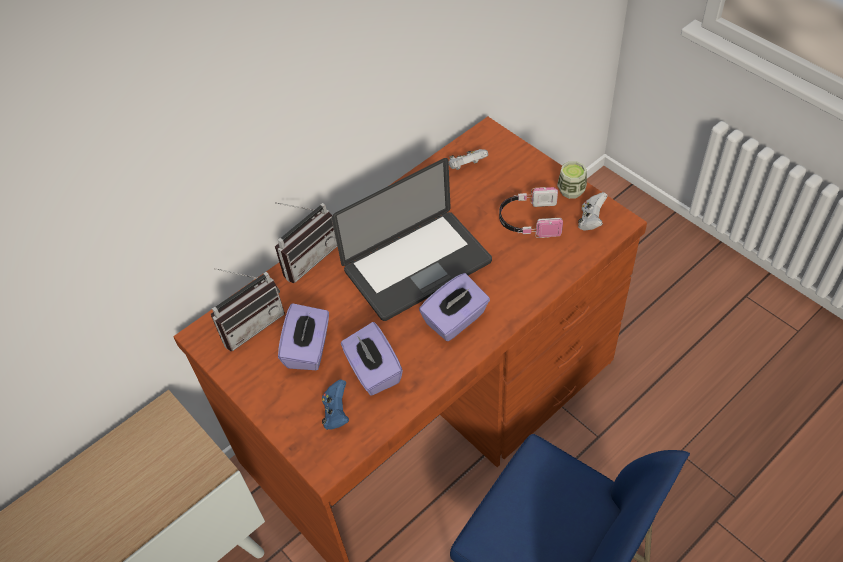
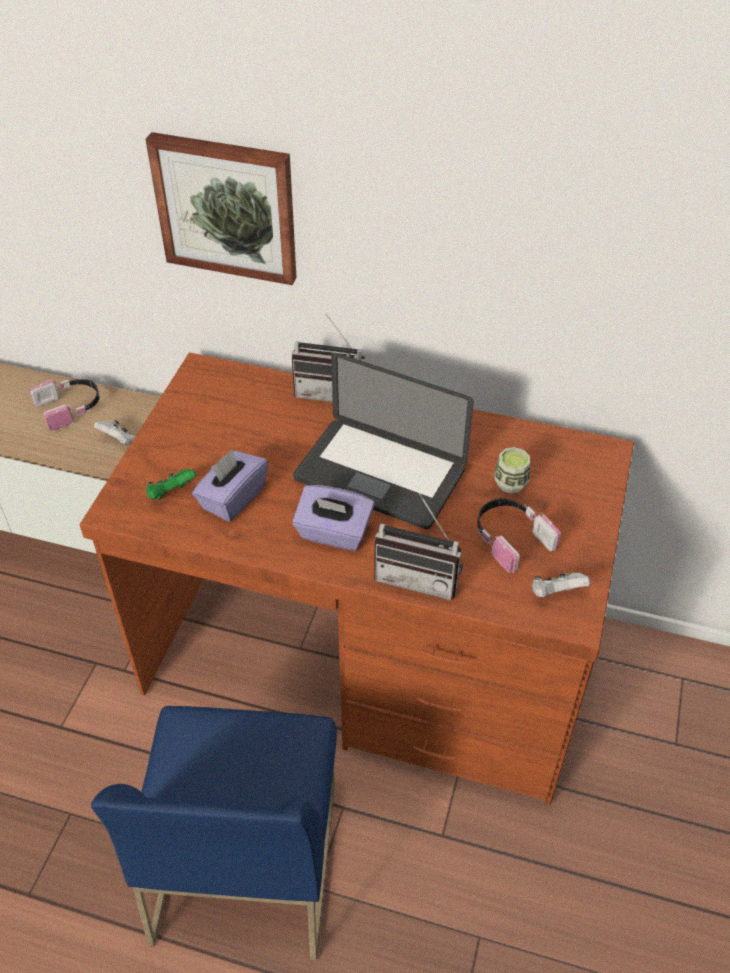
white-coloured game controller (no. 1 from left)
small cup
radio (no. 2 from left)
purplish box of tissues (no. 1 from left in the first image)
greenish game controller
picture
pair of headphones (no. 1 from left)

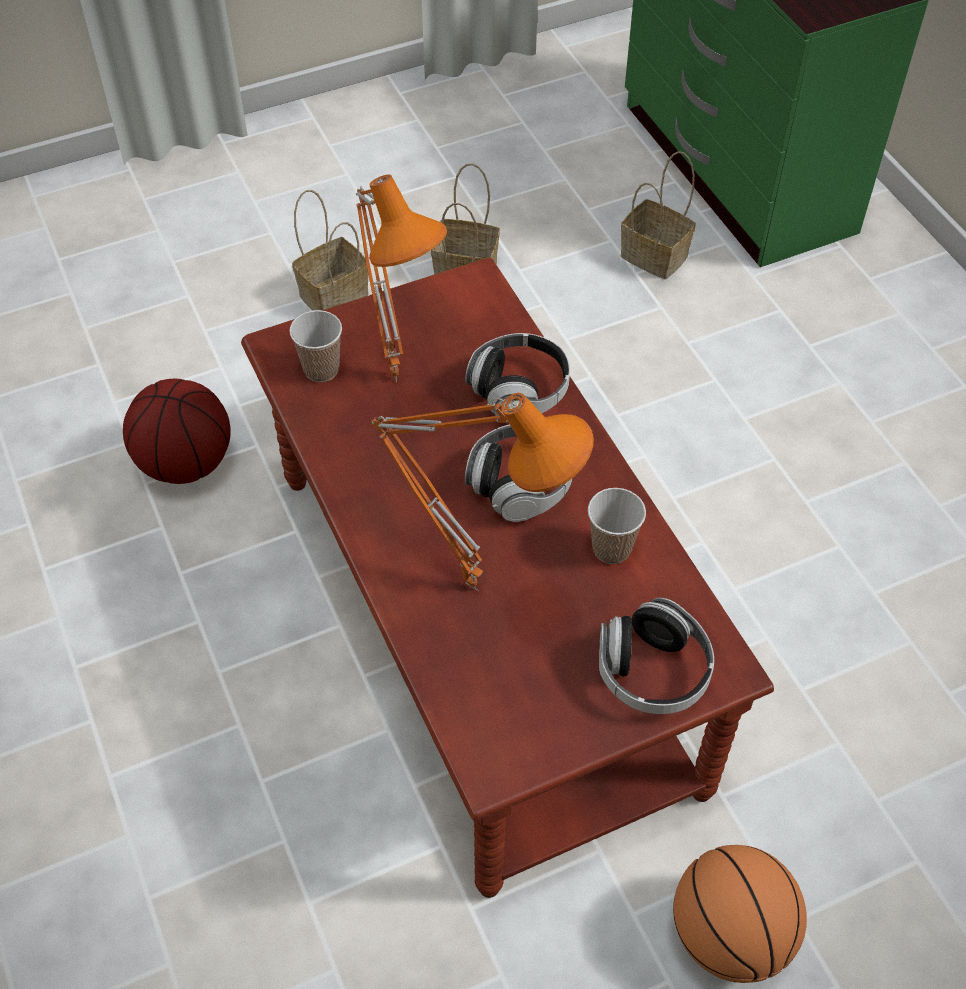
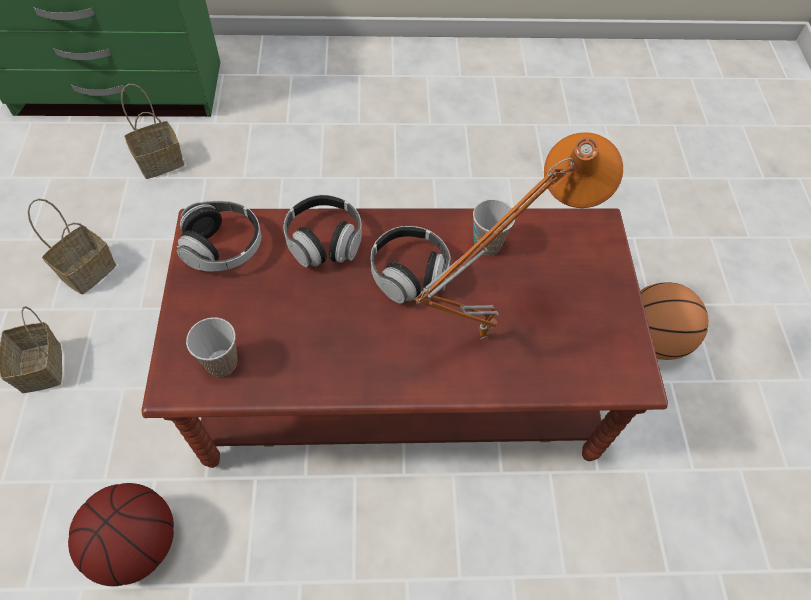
orange tabletop lamp (no. 1 from left in the first image)
pair of headphones (no. 1 from left)

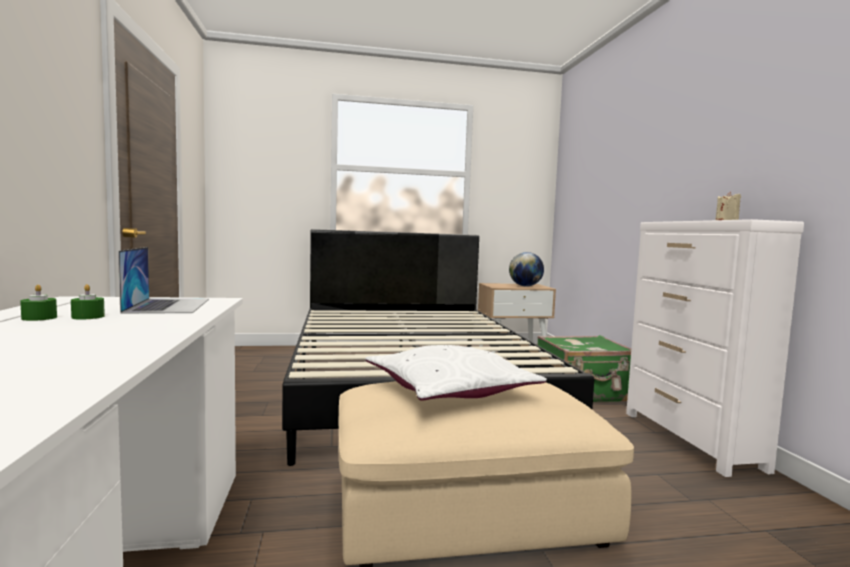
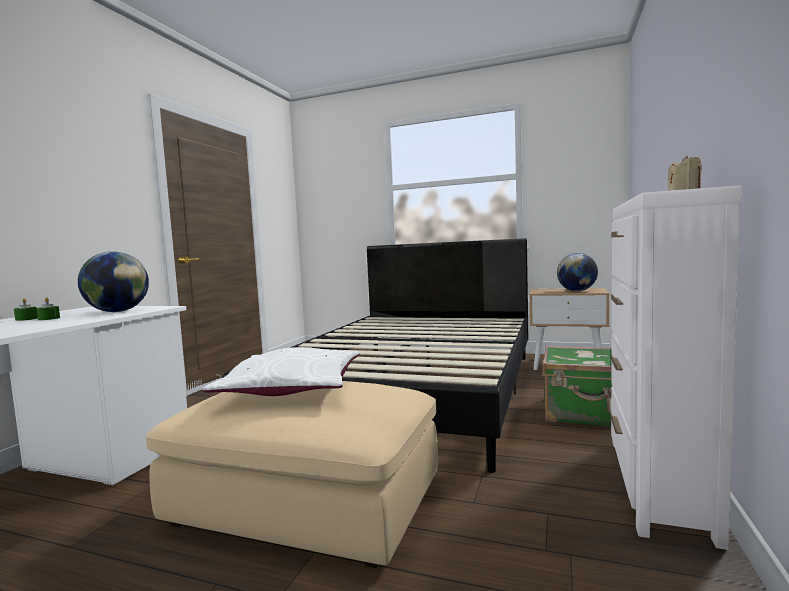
globe (no. 1 from left)

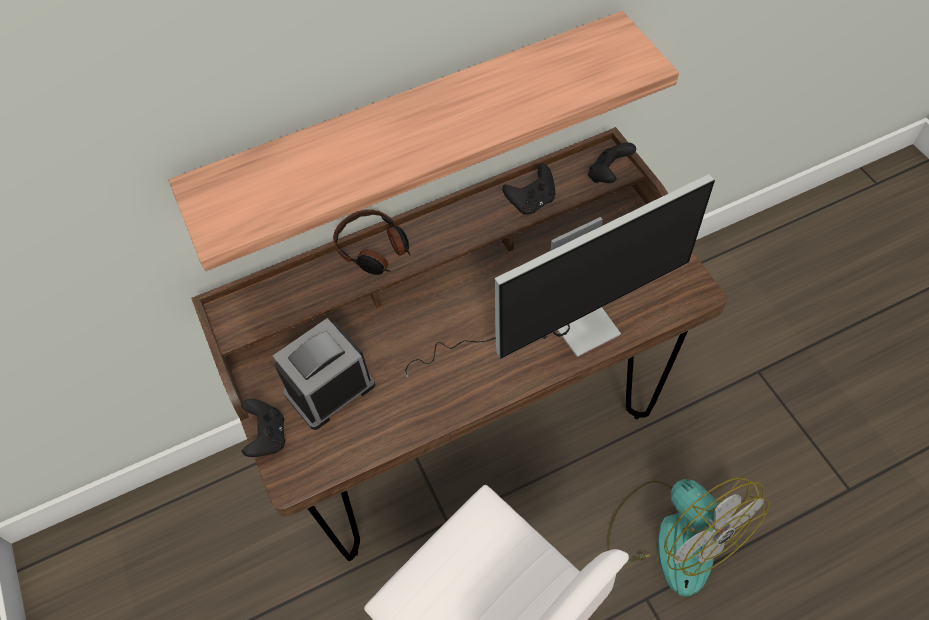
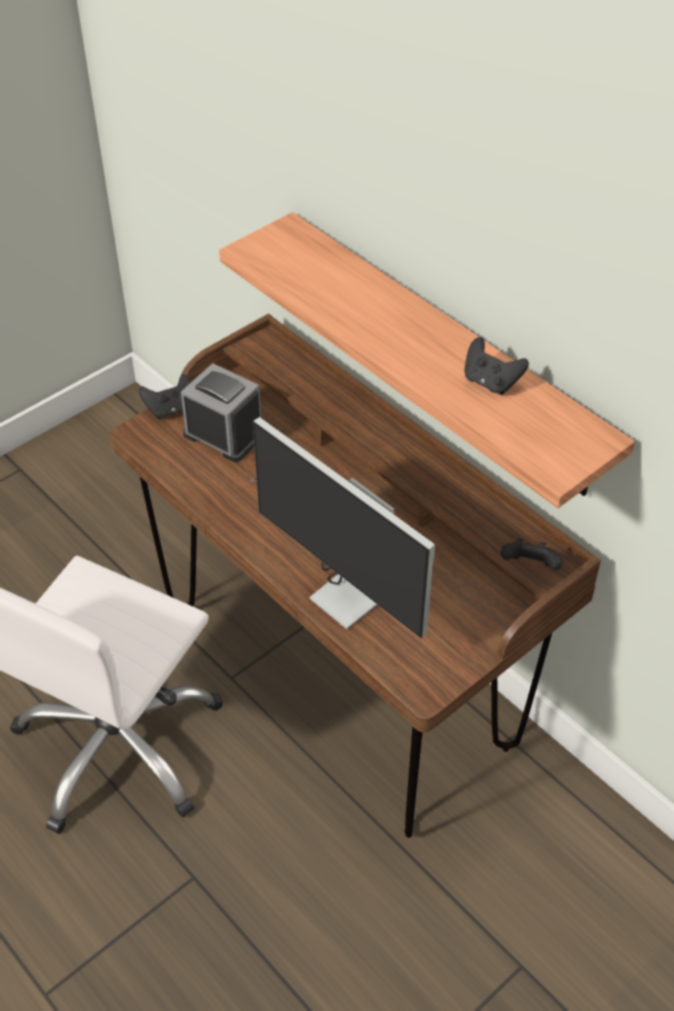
black-coloured game controller (no. 2 from left)
pair of headphones
cooling fan

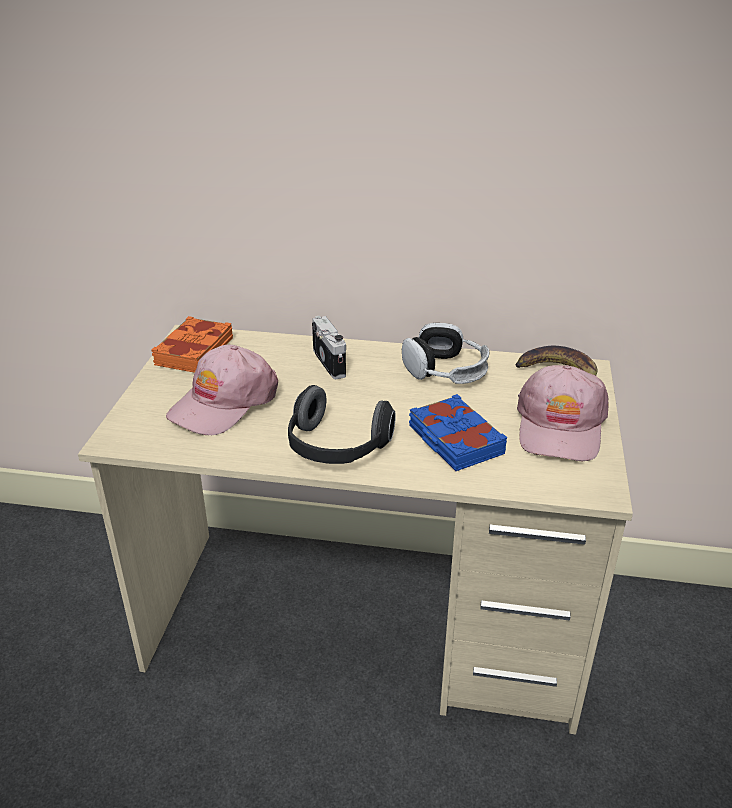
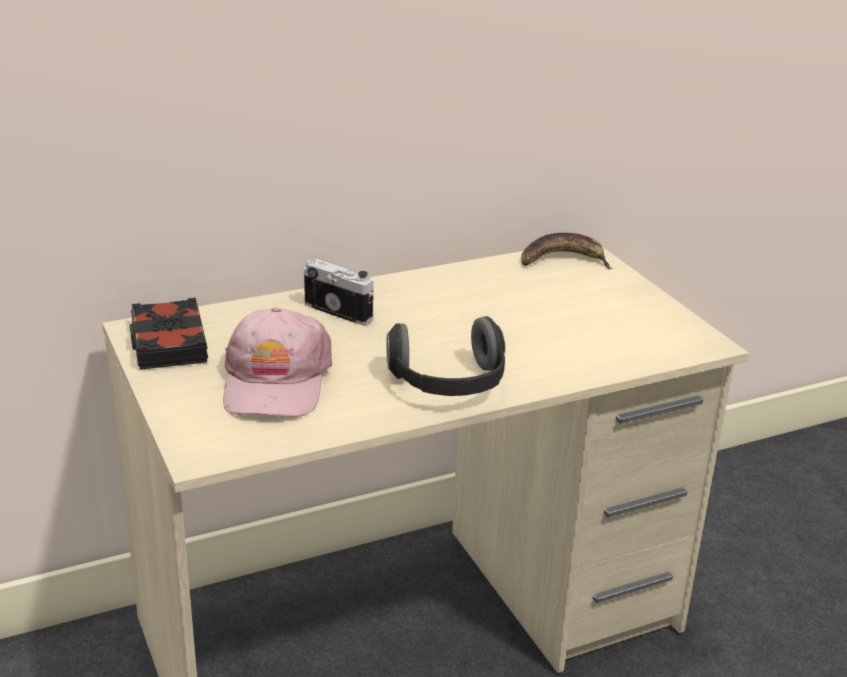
black-coloured book
pair of headphones (no. 2 from left in the first image)
pinkish baseball cap (no. 2 from left in the first image)
bluish book

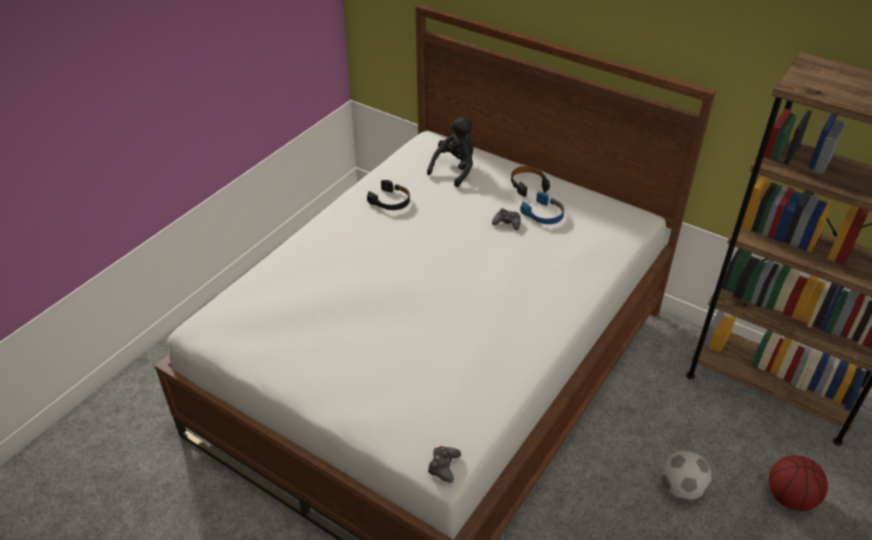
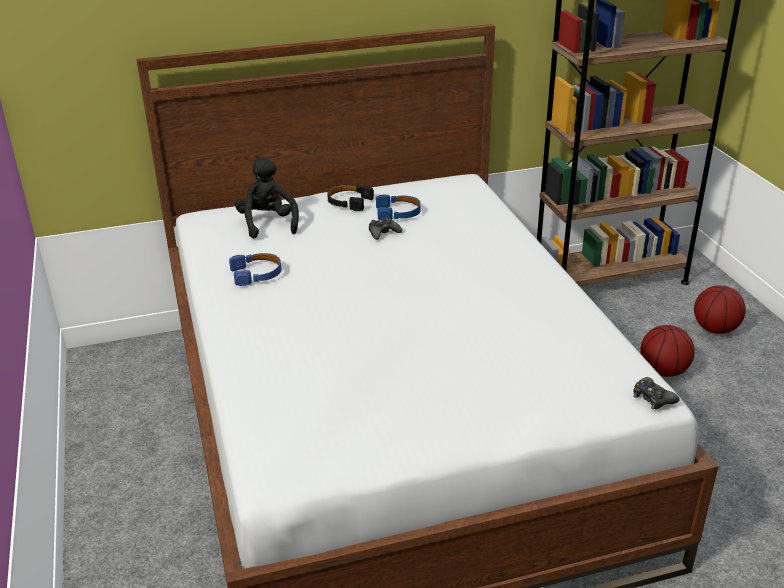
bluish pair of headphones (no. 1 from left)
basketball ball (no. 1 from left)

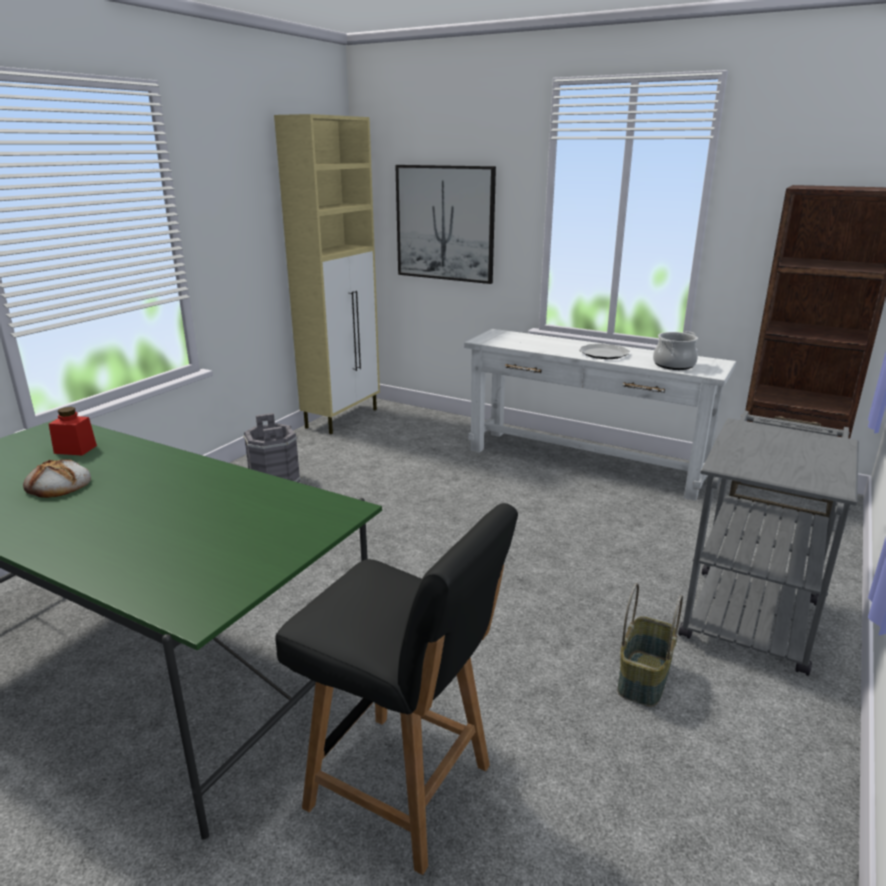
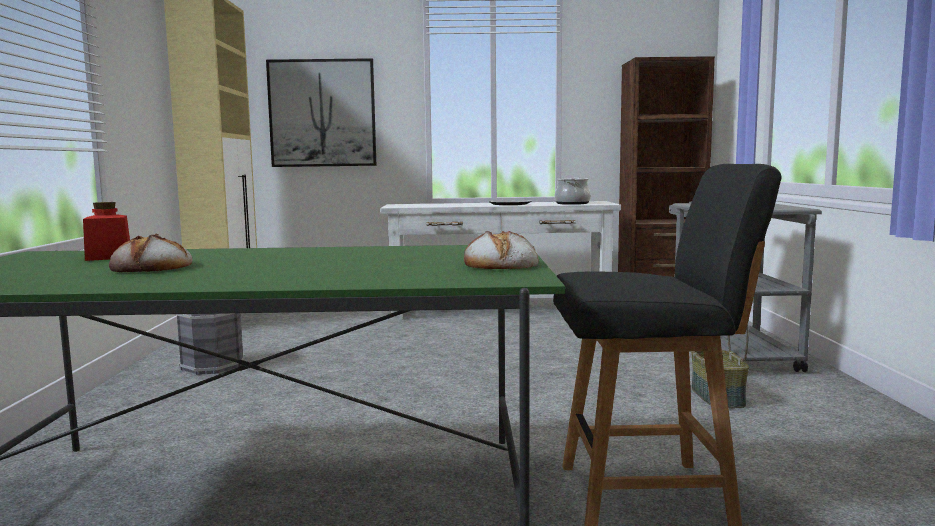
bread (no. 2 from left)

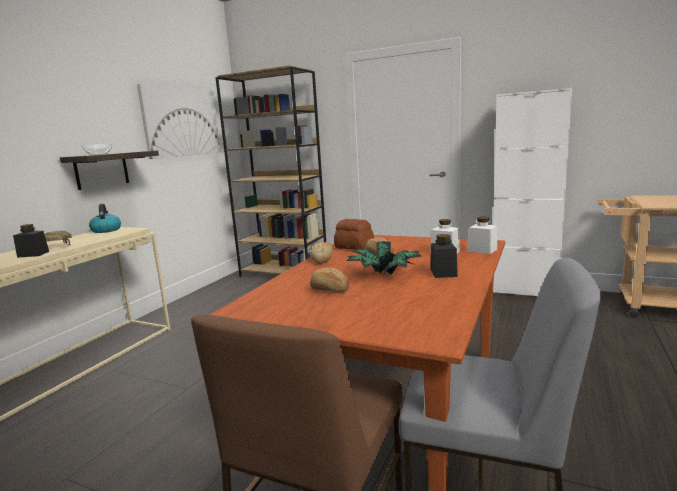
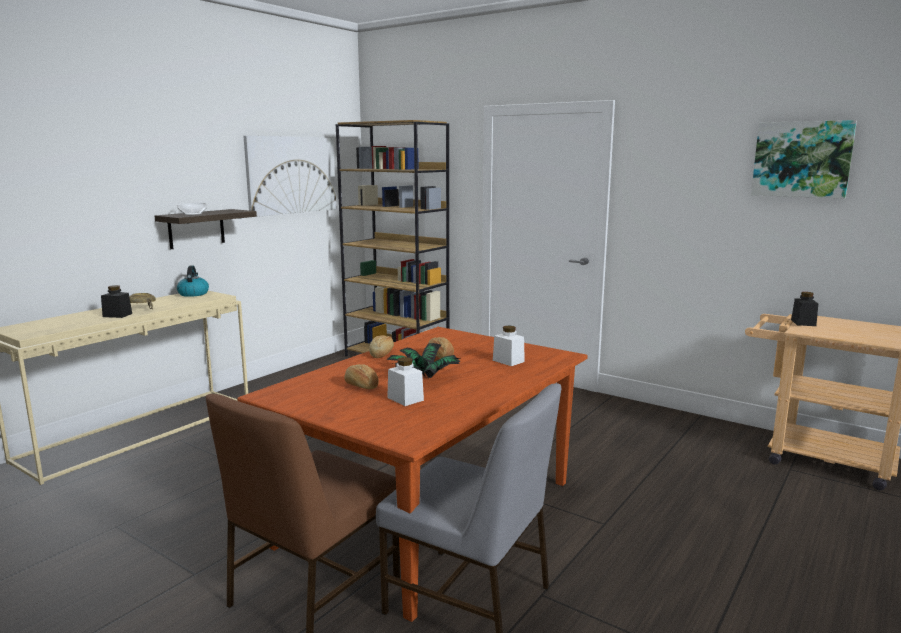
white-coloured storage cabinet
white-coloured jar (no. 1 from left)
bread (no. 3 from left in the first image)
black-coloured jar (no. 2 from left)
picture (no. 2 from left)

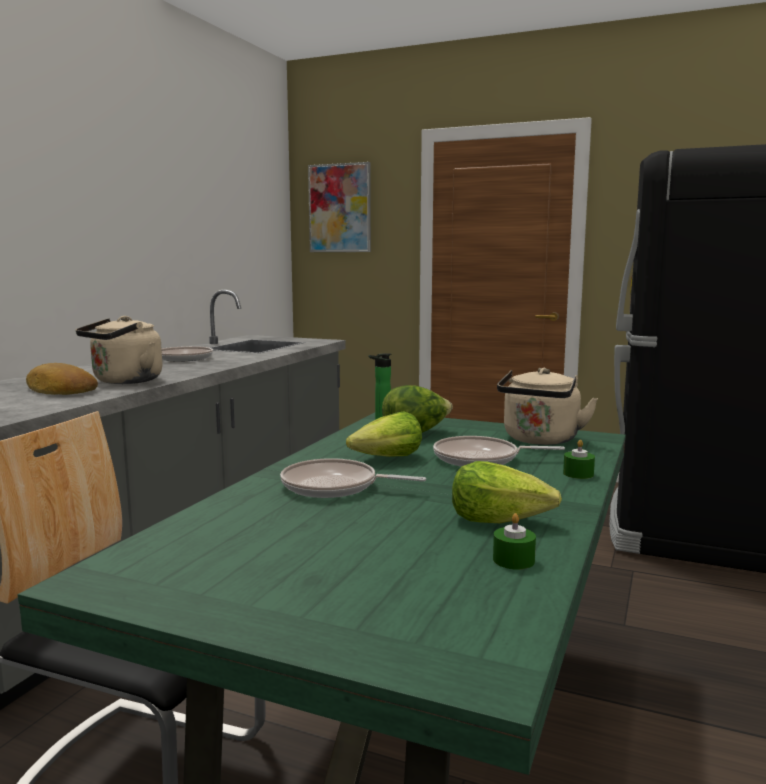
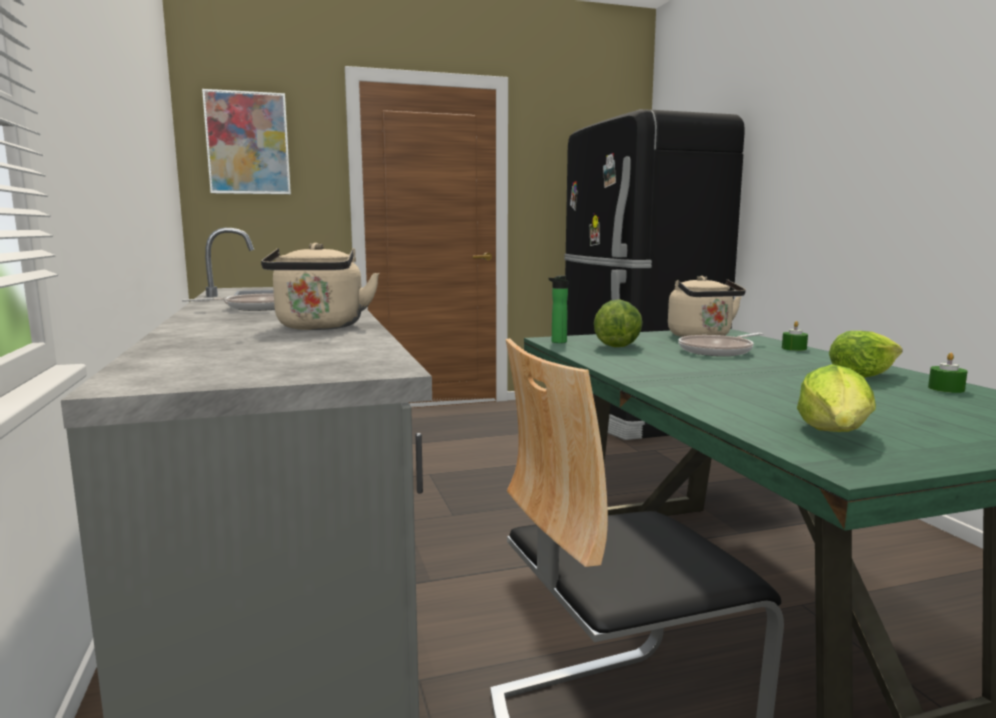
bread
head of lettuce (no. 2 from left)
pan (no. 2 from left in the first image)

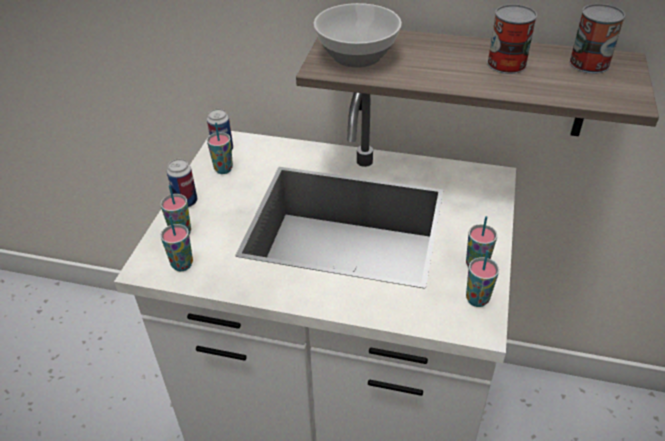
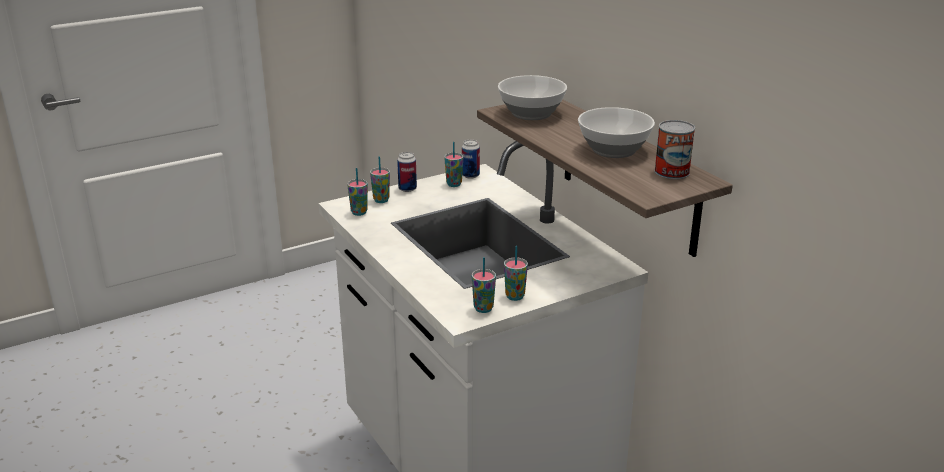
serving bowl (no. 2 from left)

